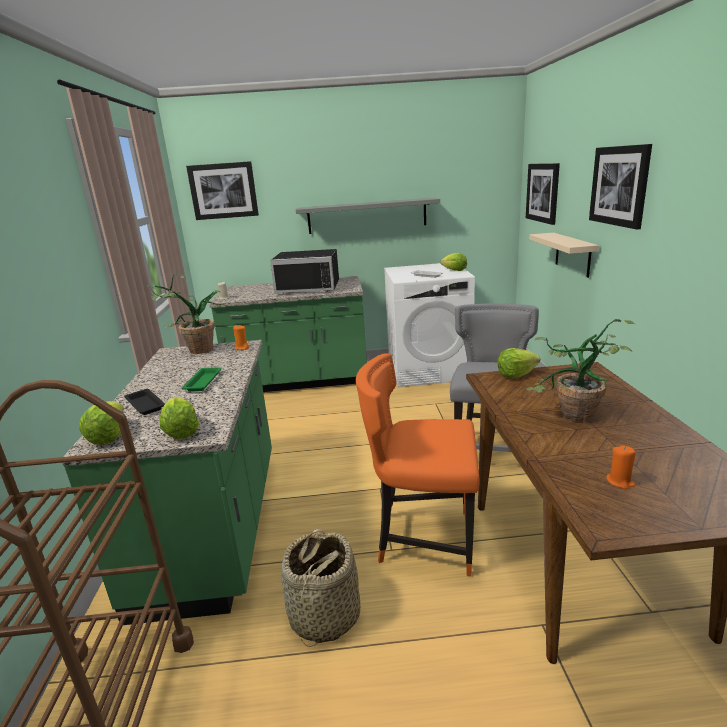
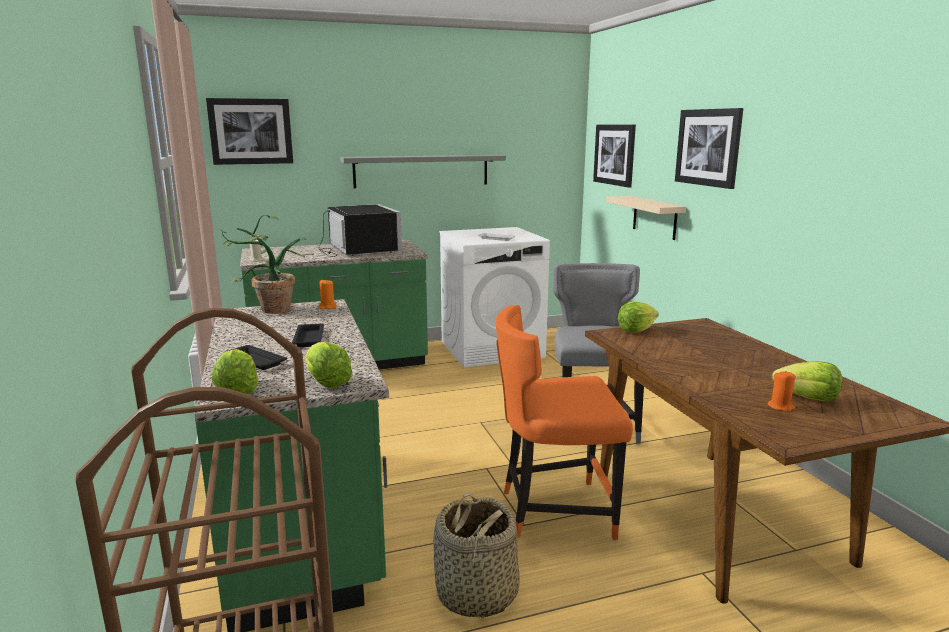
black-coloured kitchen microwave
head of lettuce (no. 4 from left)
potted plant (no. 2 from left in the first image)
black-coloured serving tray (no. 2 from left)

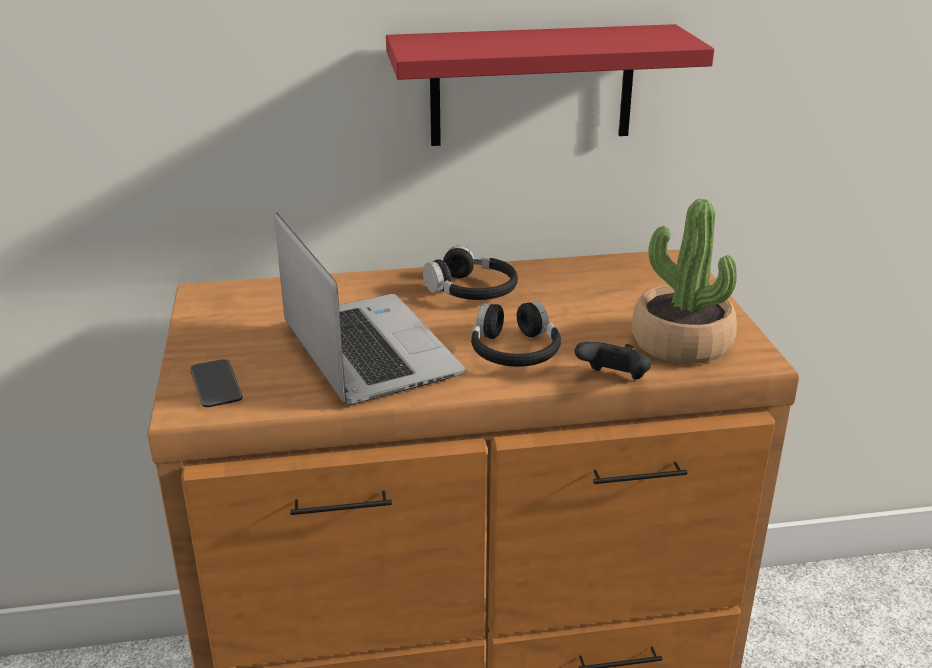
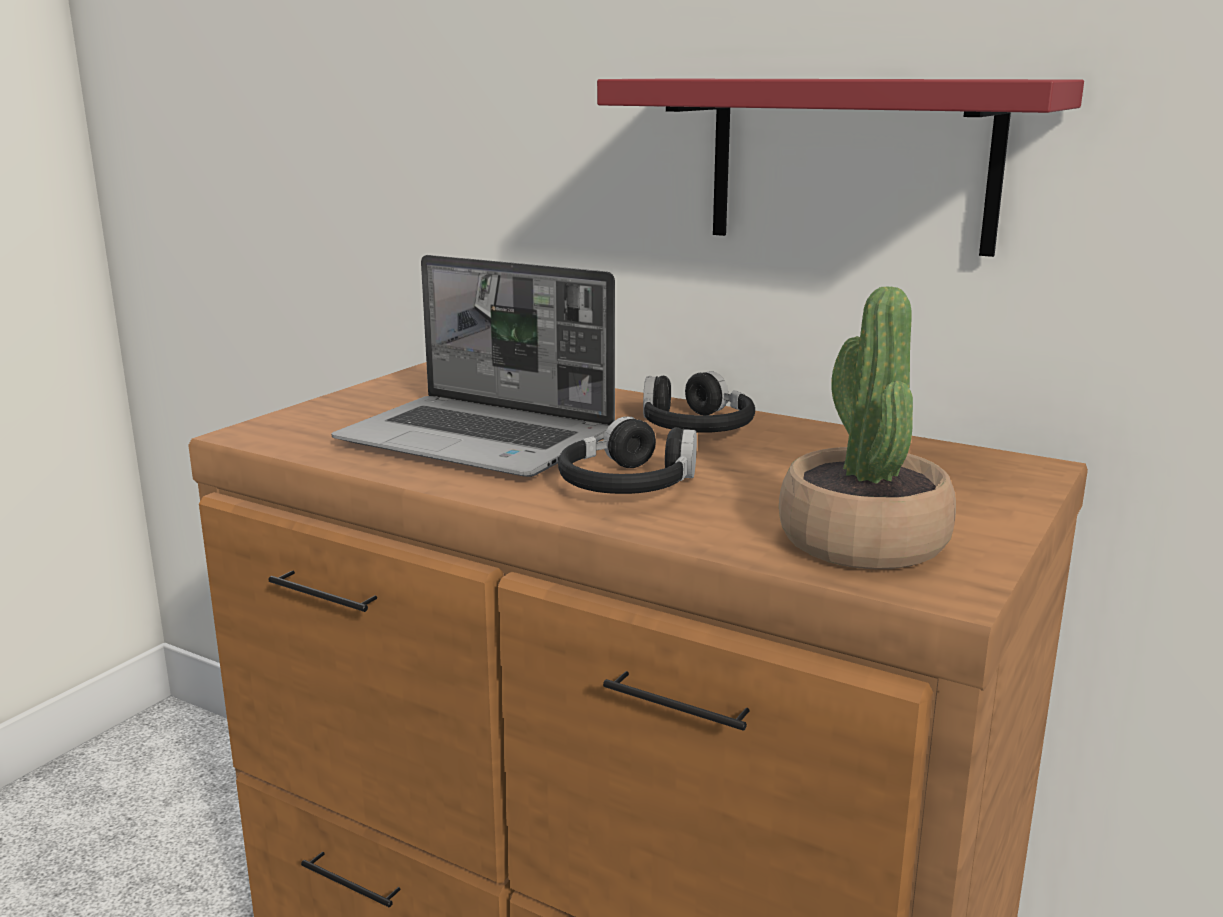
notebook computer
black-coloured game controller
phone

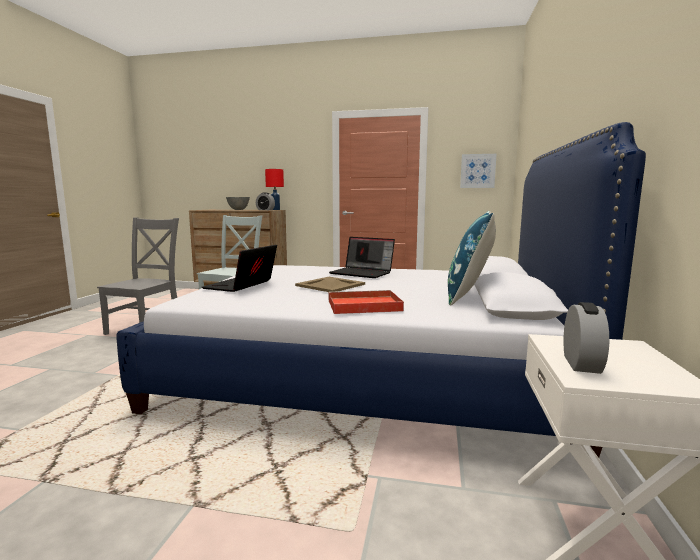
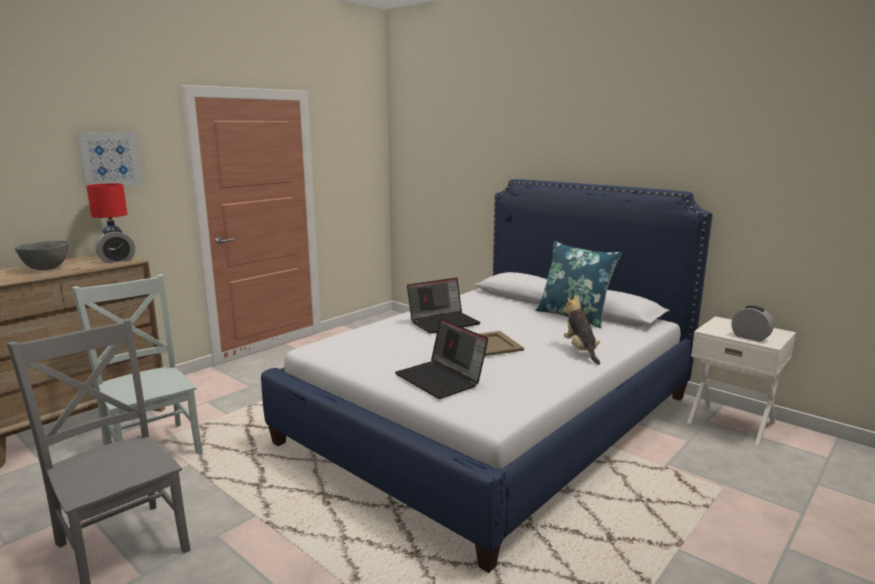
picture
cuddly toy

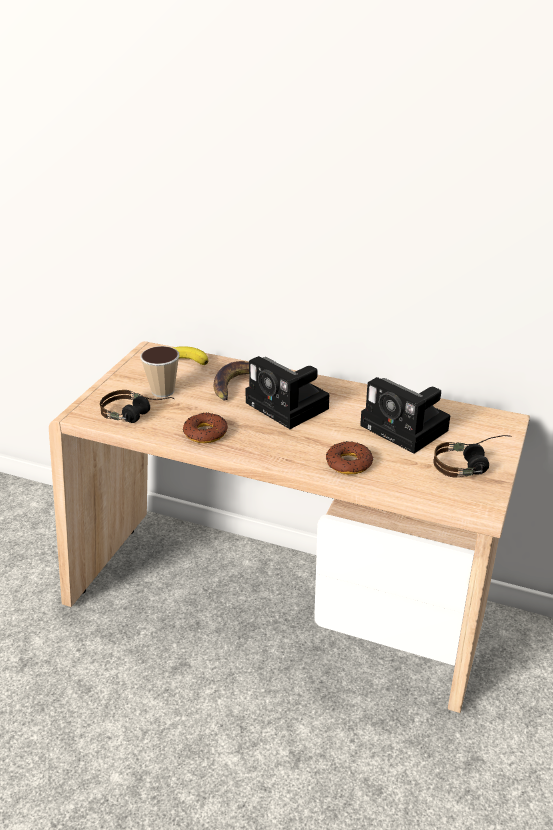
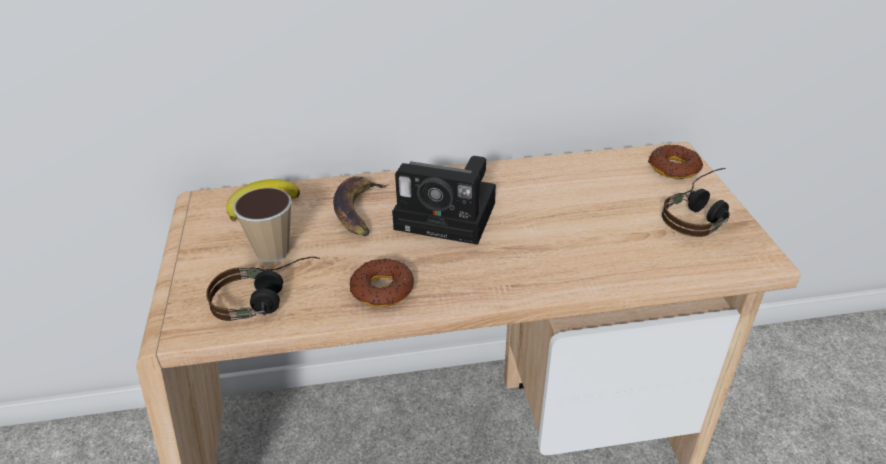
still camera (no. 2 from left in the first image)
doughnut (no. 2 from left)

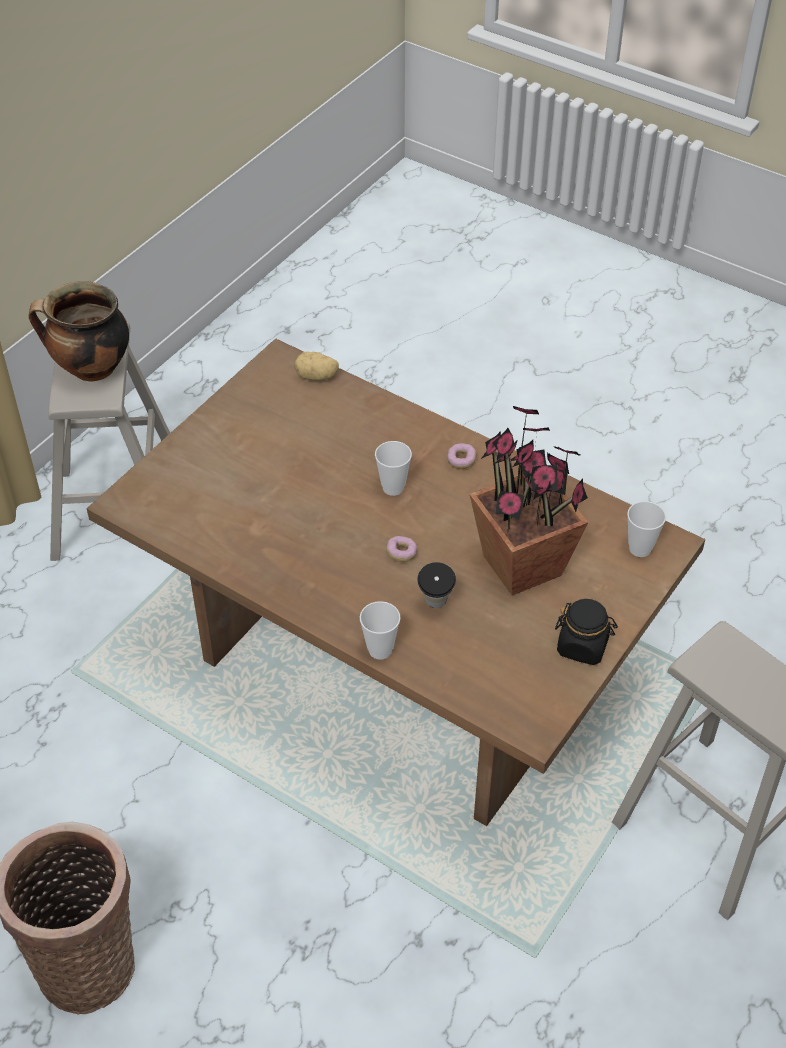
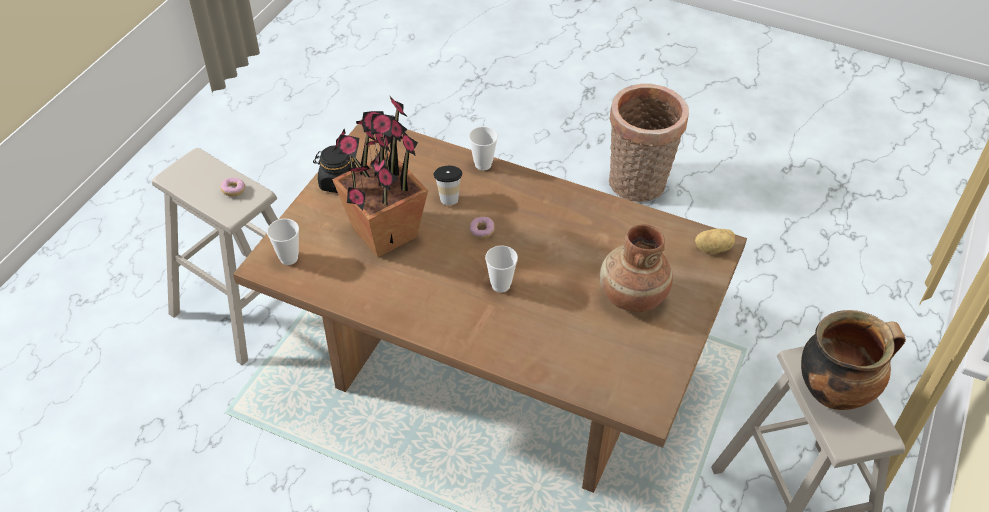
spud
doughnut (no. 1 from left)
brownish flower vase

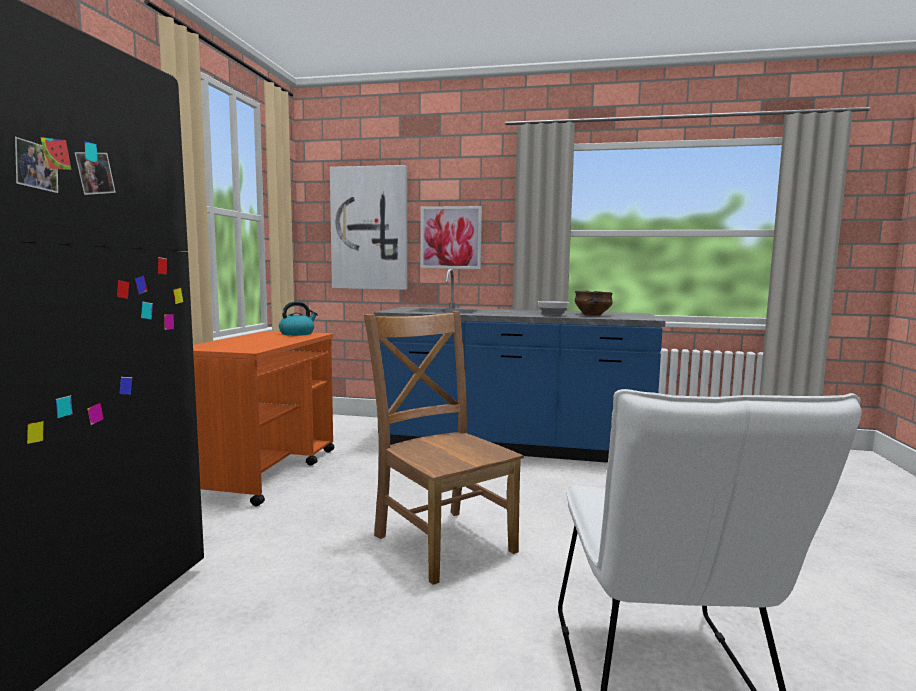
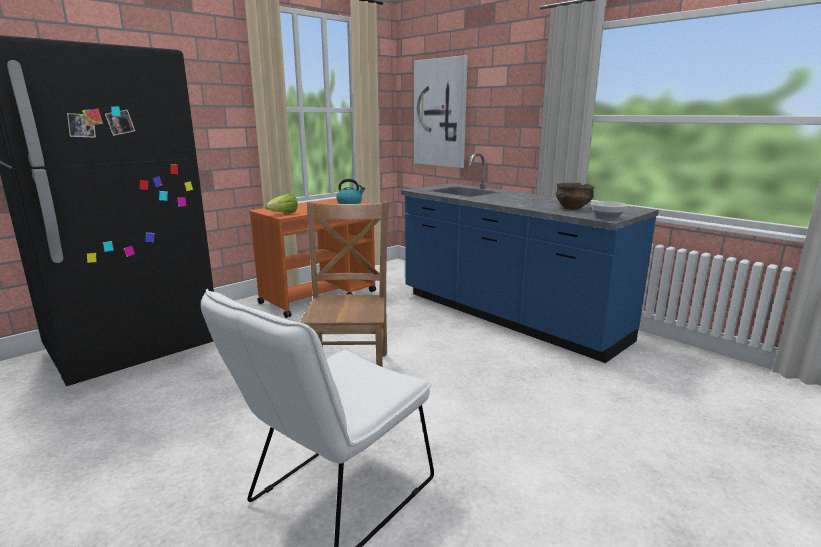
picture (no. 2 from left in the first image)
serving bowl (no. 2 from left)
head of lettuce

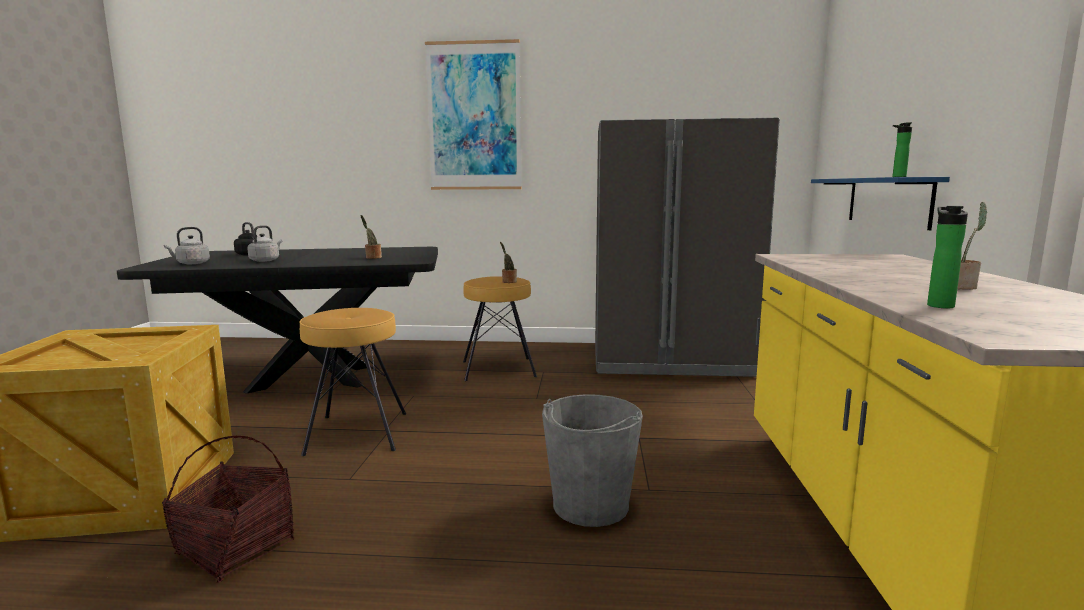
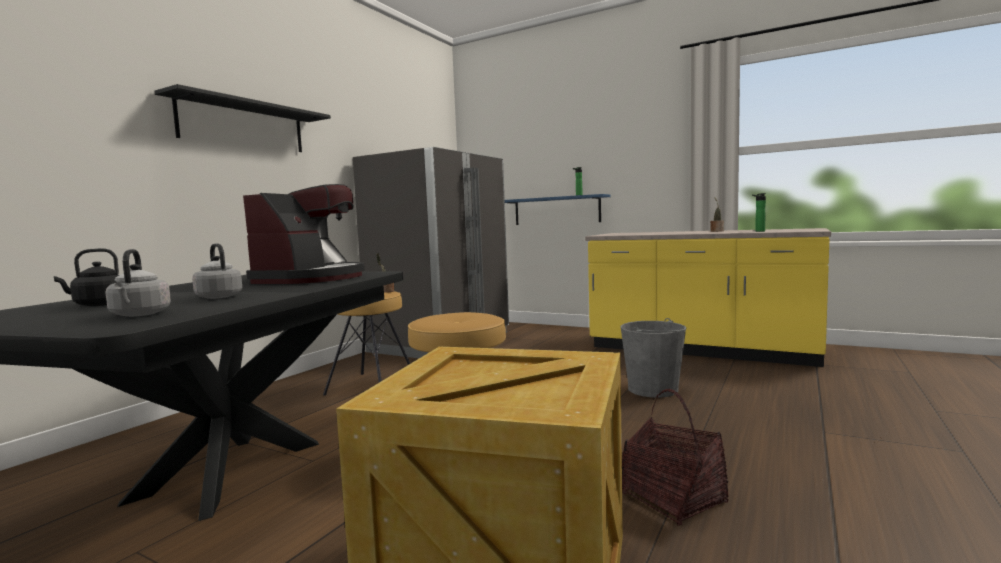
black-coloured wall shelf
coffee brewer

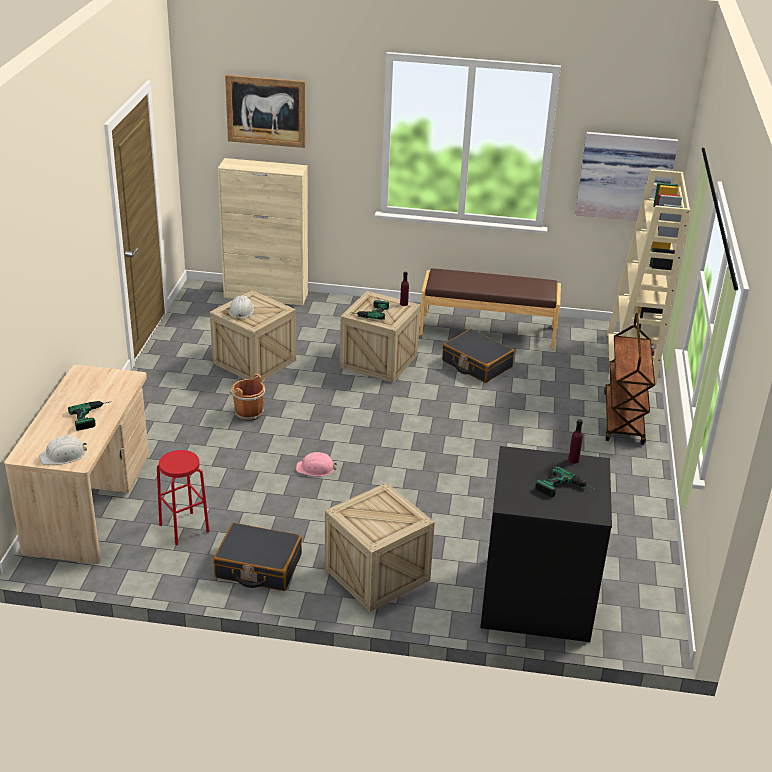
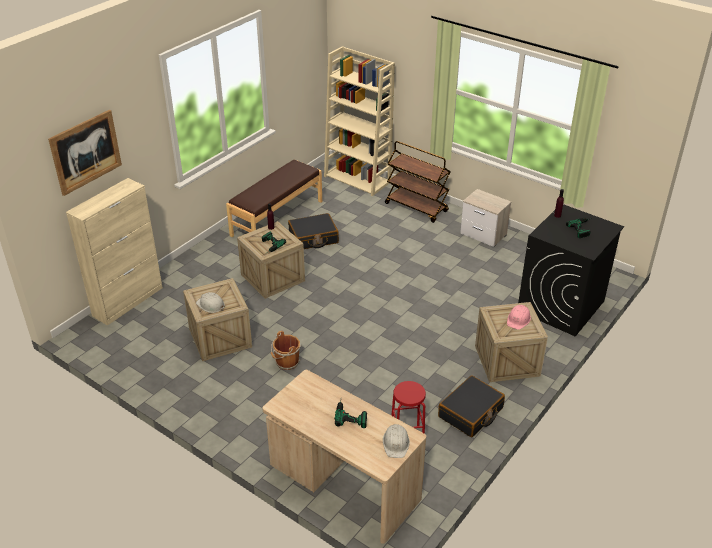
picture (no. 2 from left in the first image)
pinkish hard hat
bedside table

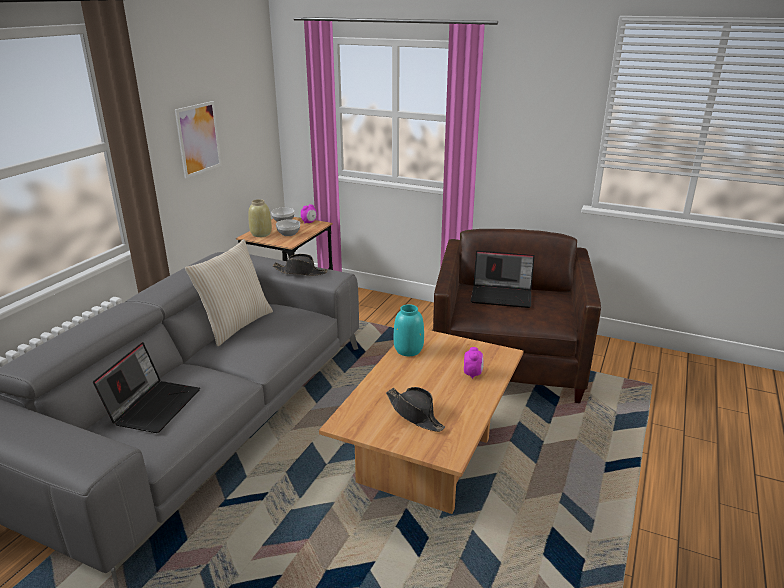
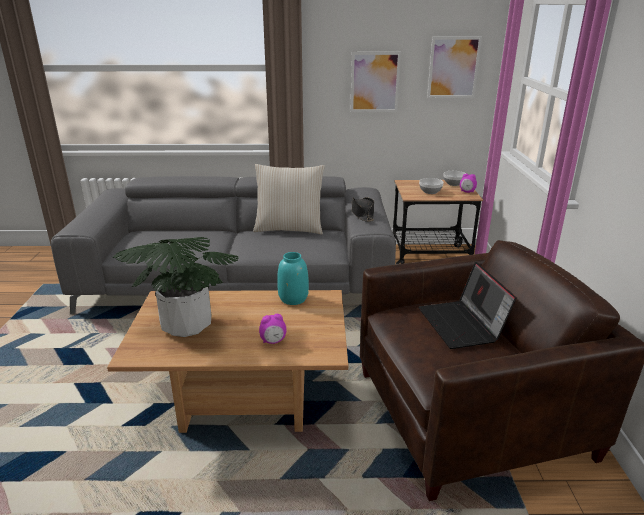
sand-coloured flower vase
notebook computer (no. 1 from left in the first image)
potted plant
picture (no. 2 from left)

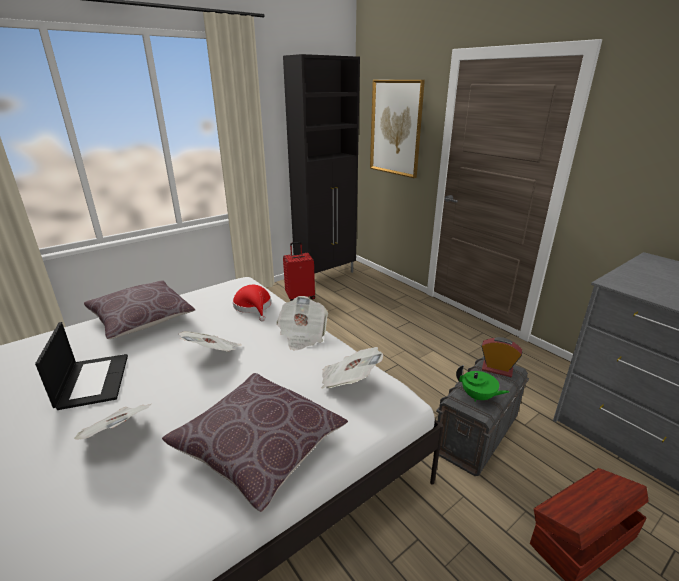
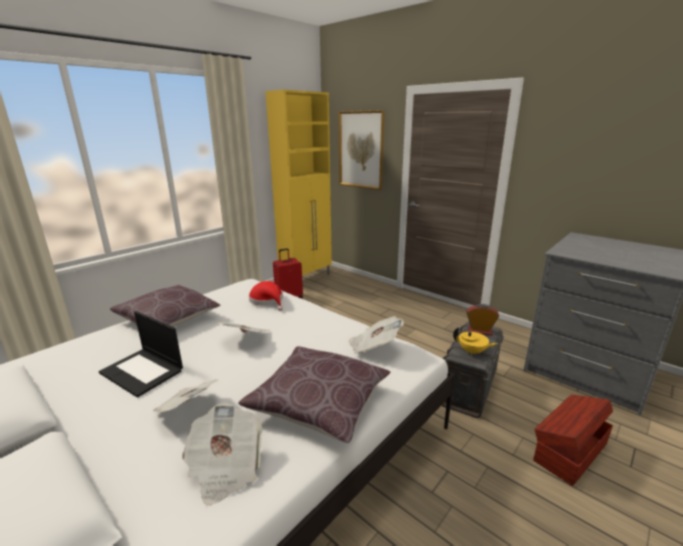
yellow storage cabinet
printed paper (no. 2 from left)
notebook computer
yellow teapot

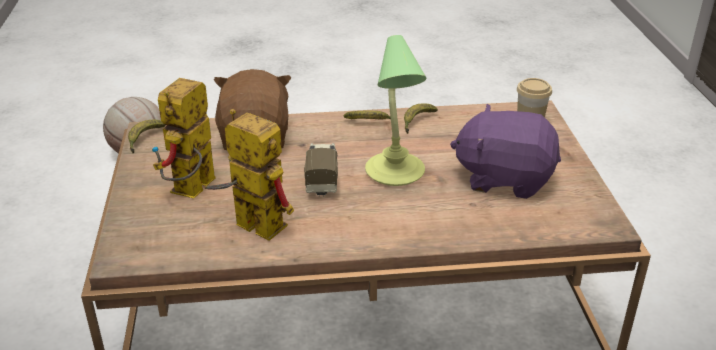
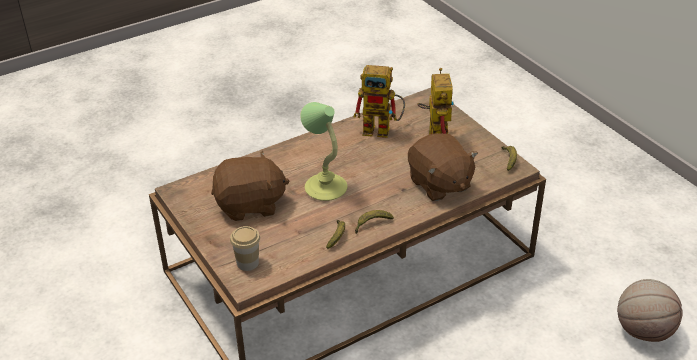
brownish cuddly toy (no. 1 from left)
model truck

